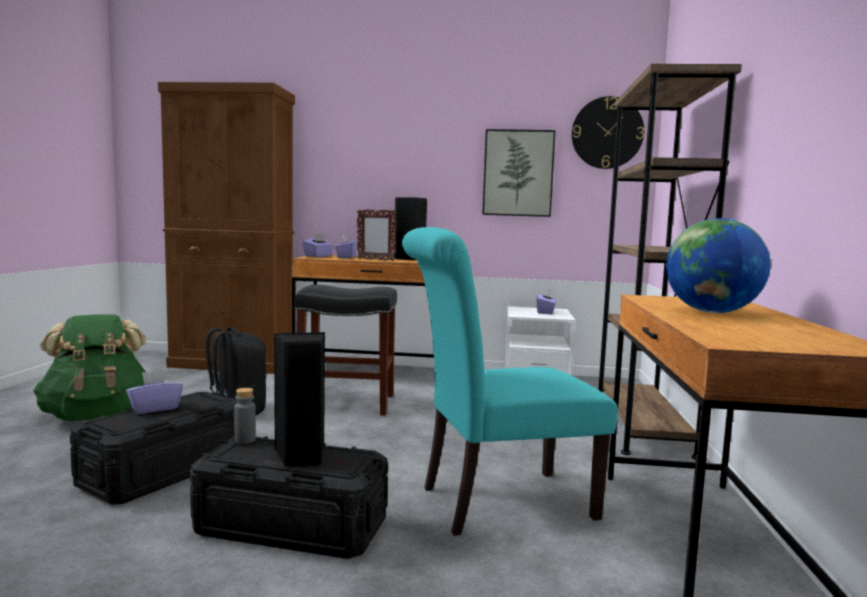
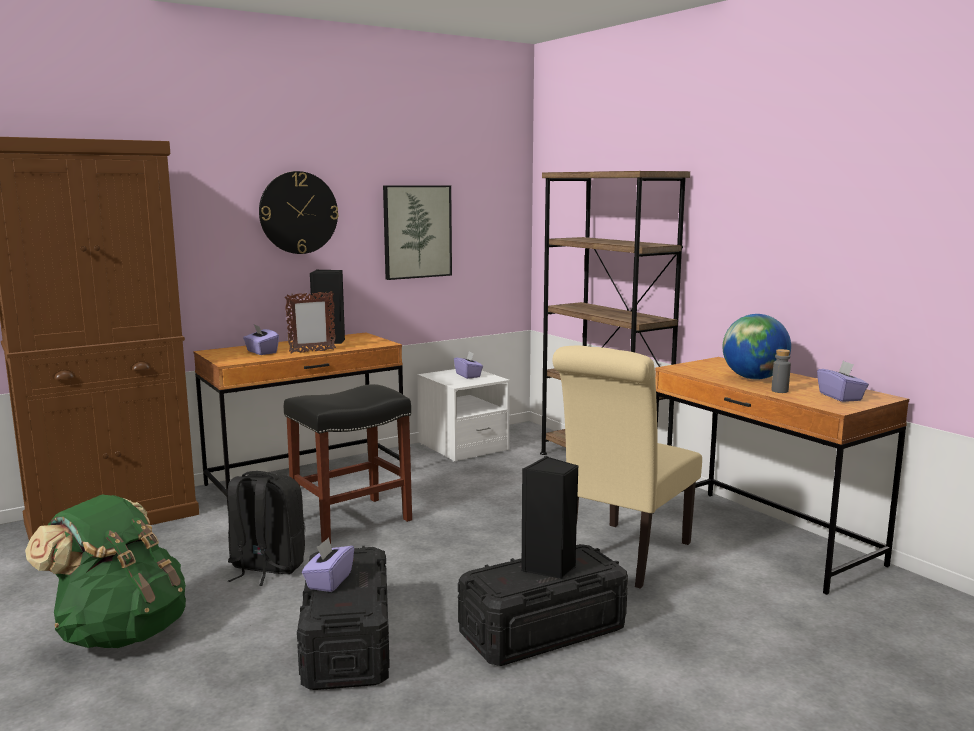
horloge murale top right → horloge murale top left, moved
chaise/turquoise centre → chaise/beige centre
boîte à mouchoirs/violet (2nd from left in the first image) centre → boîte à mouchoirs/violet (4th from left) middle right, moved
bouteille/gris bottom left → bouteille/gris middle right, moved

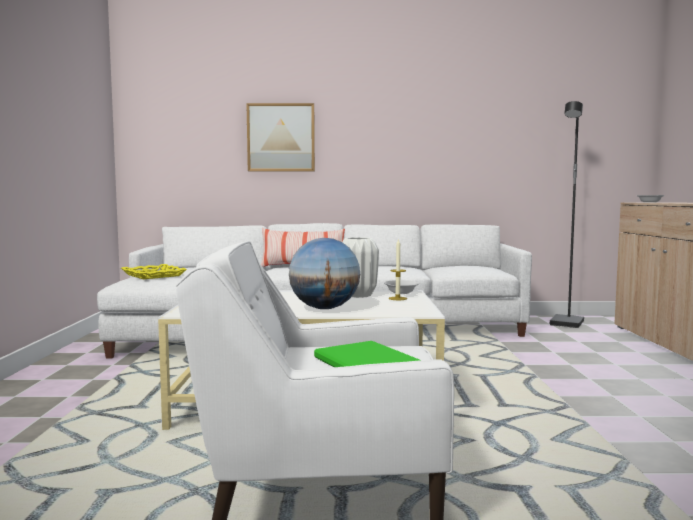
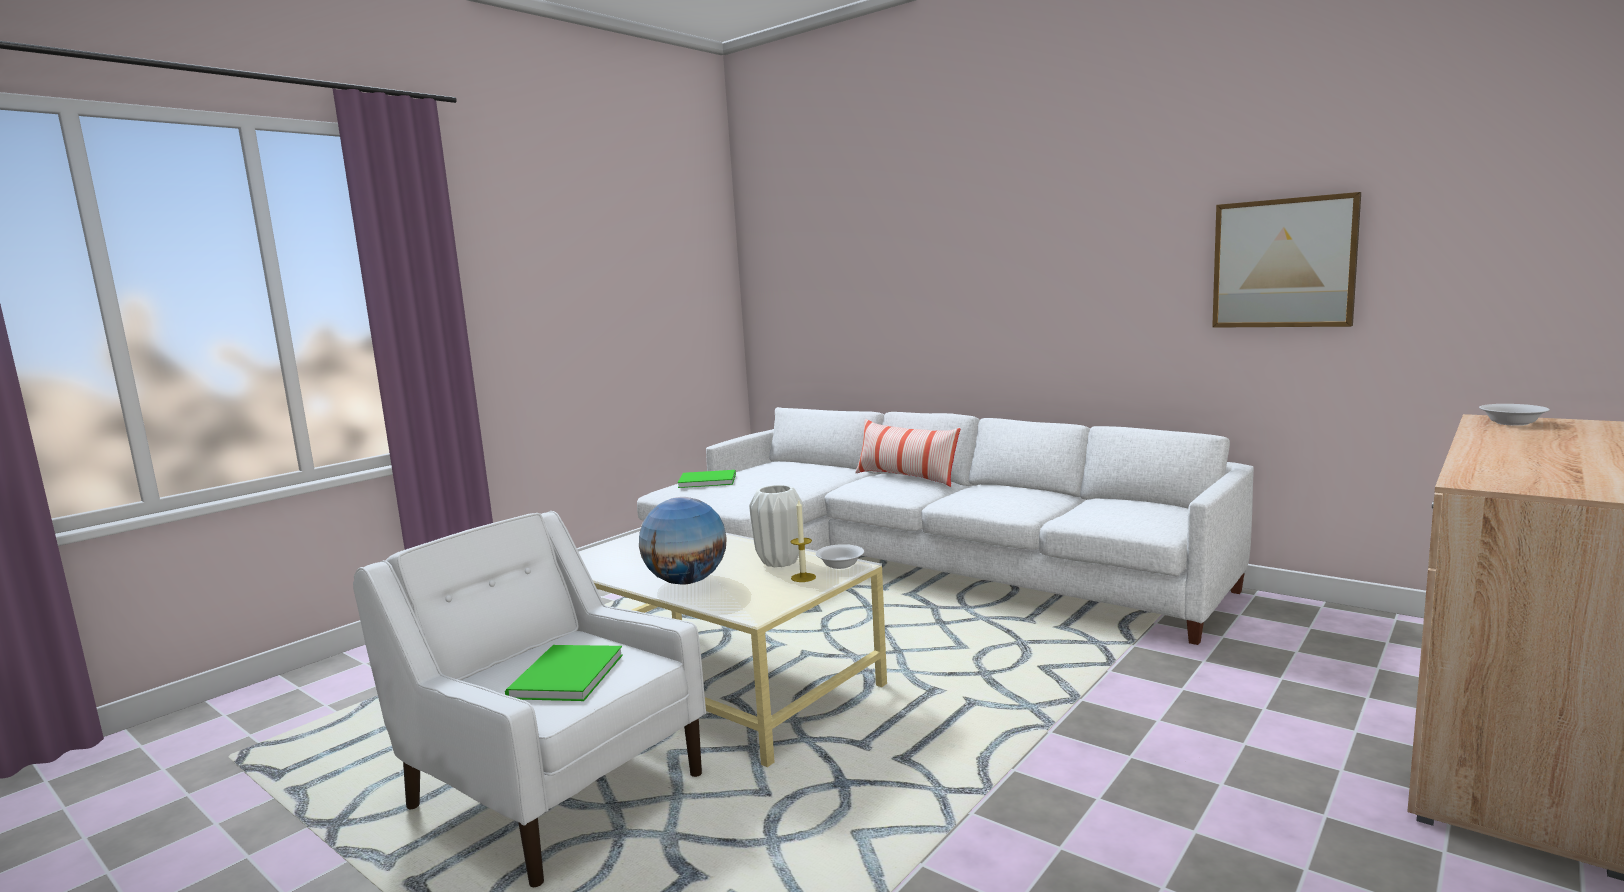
lampadaire/noir middle right → -
tableau top centre → tableau top right, moved
plateau/jaune middle left → livre/vert (2nd from left) centre

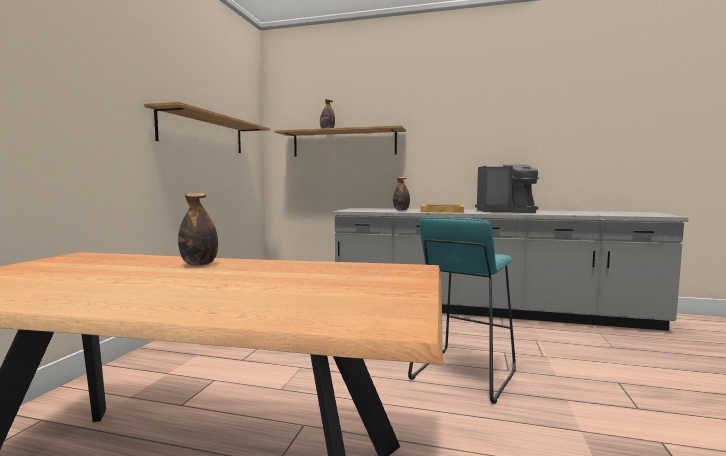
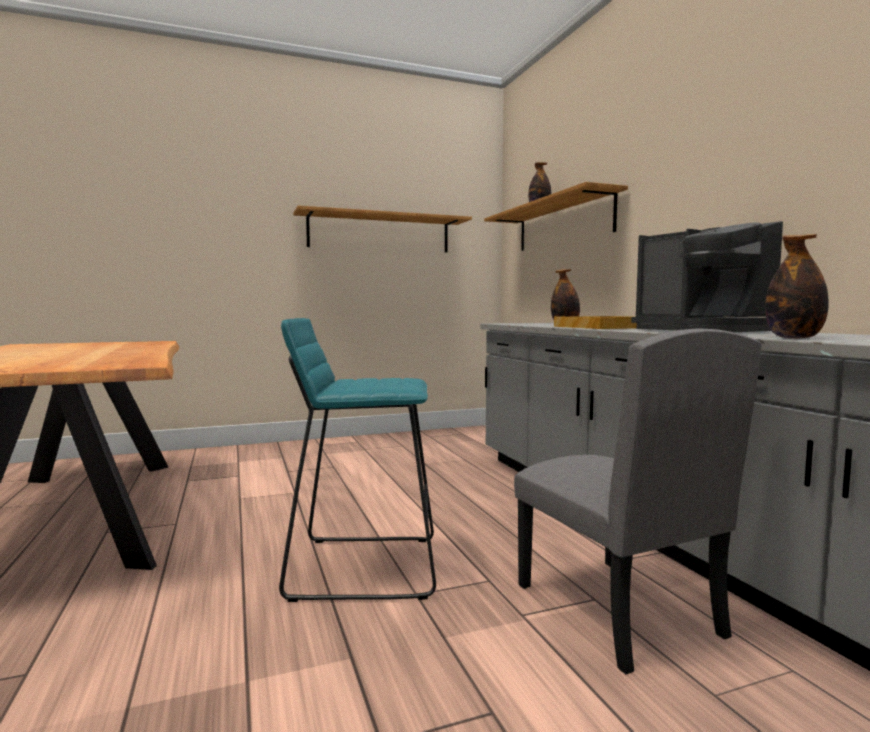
bouteille (1st from left in the first image) middle left → bouteille (3rd from left) middle right, moved
- → chaise/gris bottom right

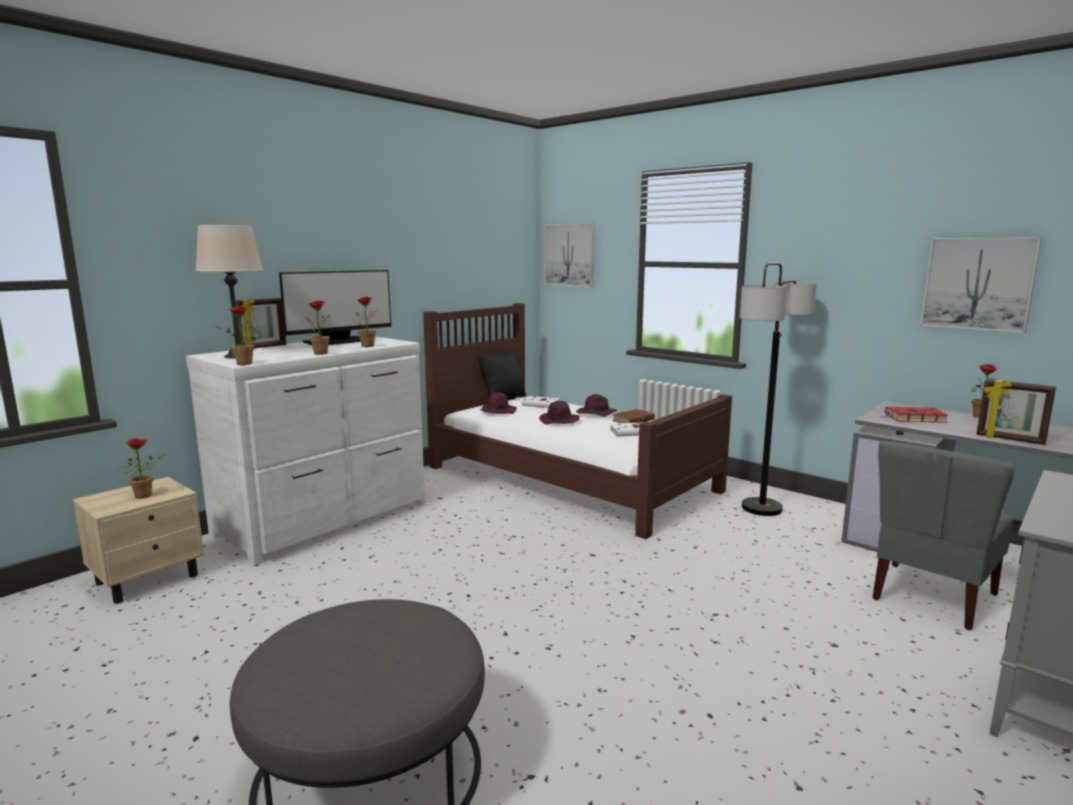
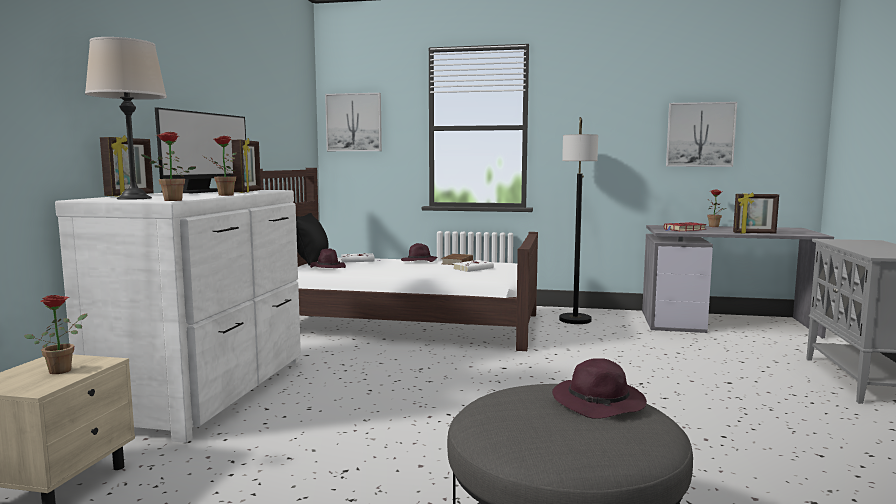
plante en pot (4th from left) centre → cadre photo (2nd from left) top left
chapeau/violet (2nd from left in the first image) centre → chapeau/violet (3rd from left) bottom right, moved
chaise/gris middle right → -

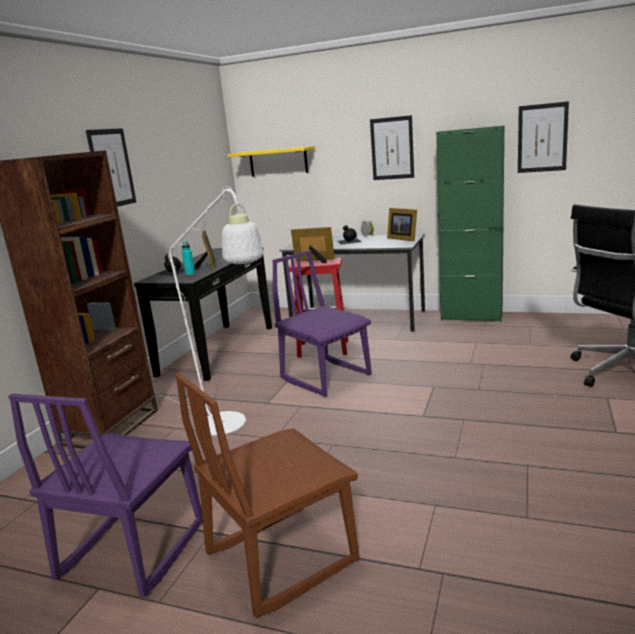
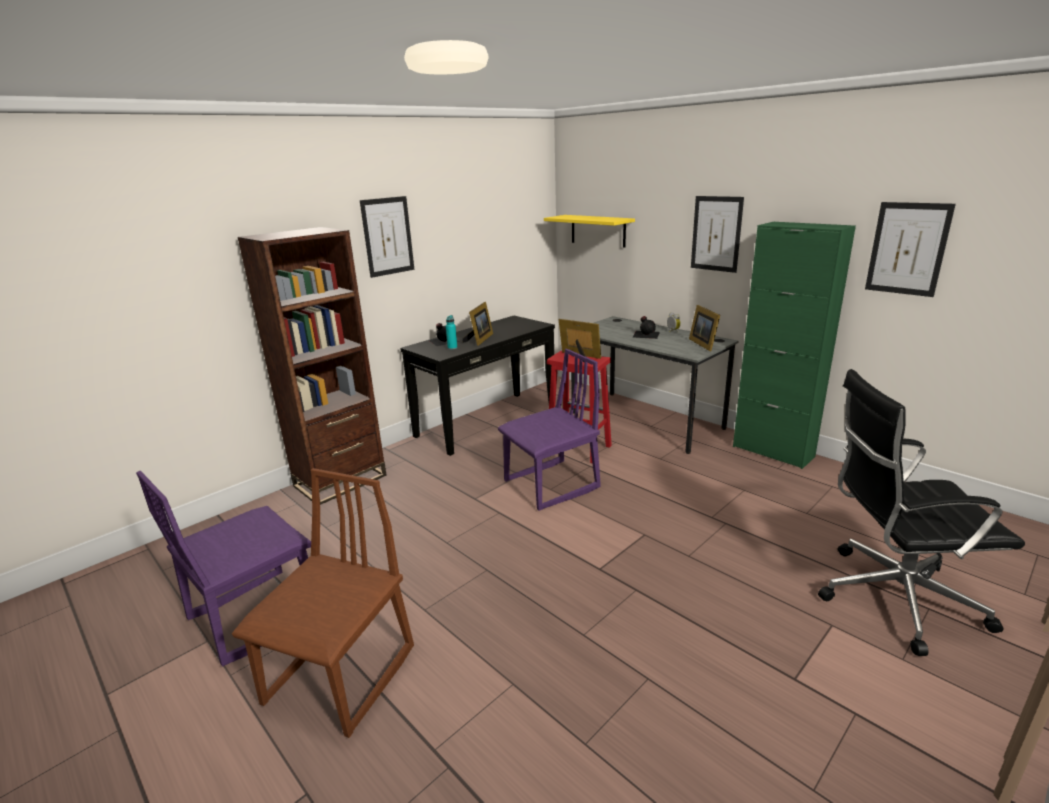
lampadaire/blanc middle left → -
chaise/violet (2nd from left) centre, 75 degrees clockwise
chaise/marron bottom centre → chaise/marron bottom left, 120 degrees clockwise

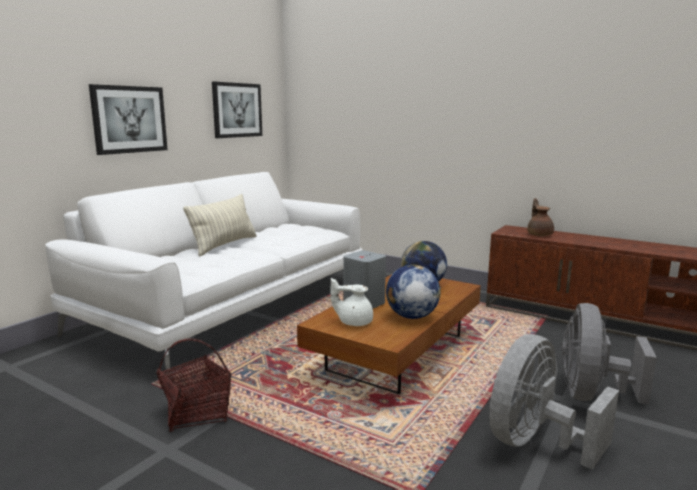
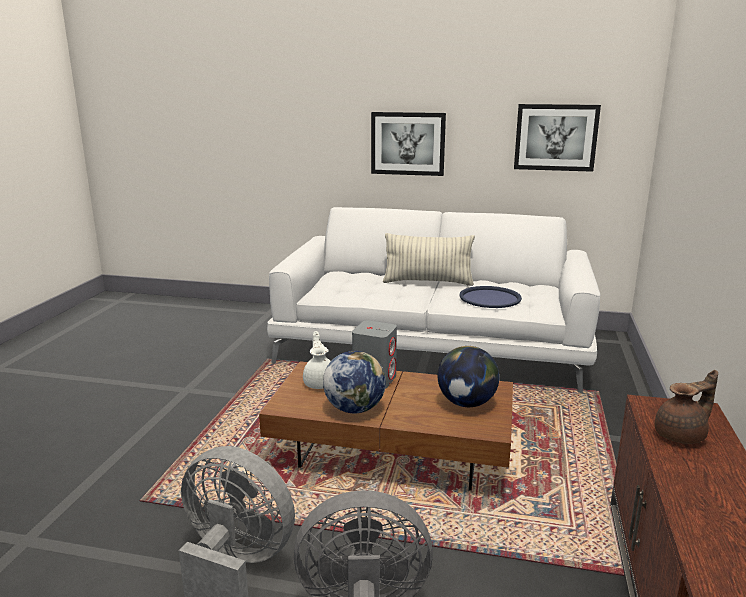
panier bottom left → -
- → plateau/bleu centre

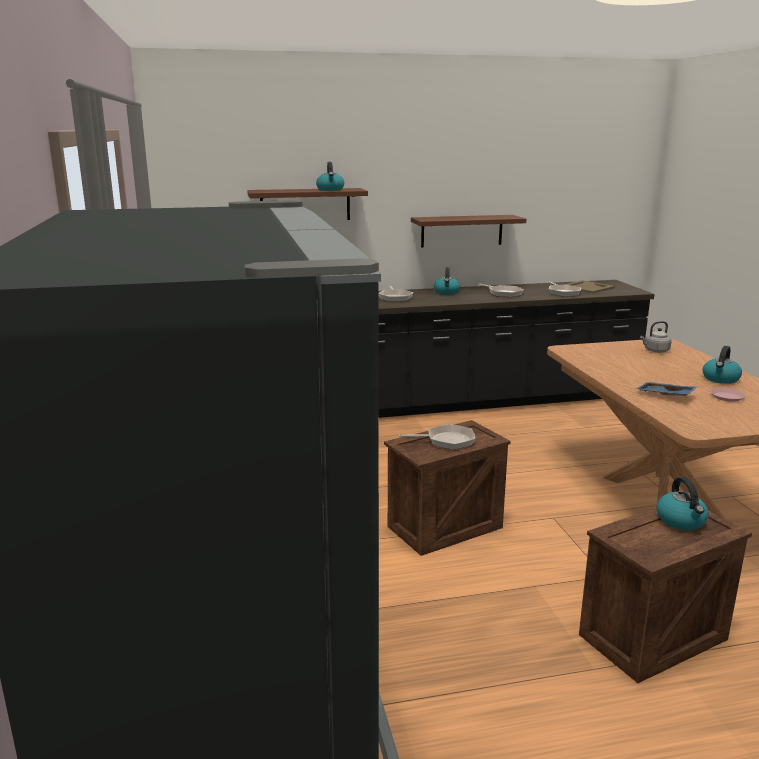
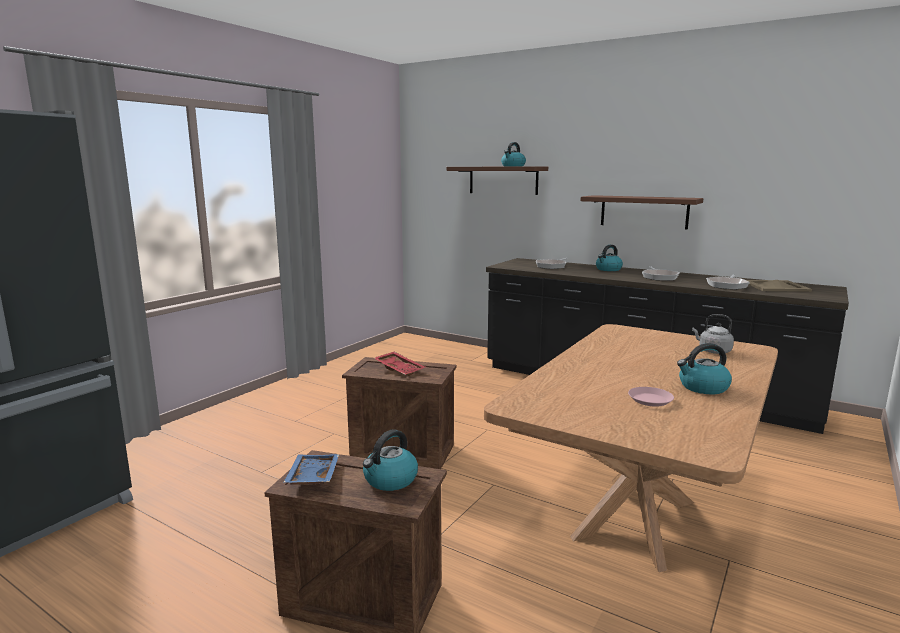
plateau/bleu middle right → plateau/bleu bottom centre, moved
poêle (2nd from left) centre → plateau/rouge centre

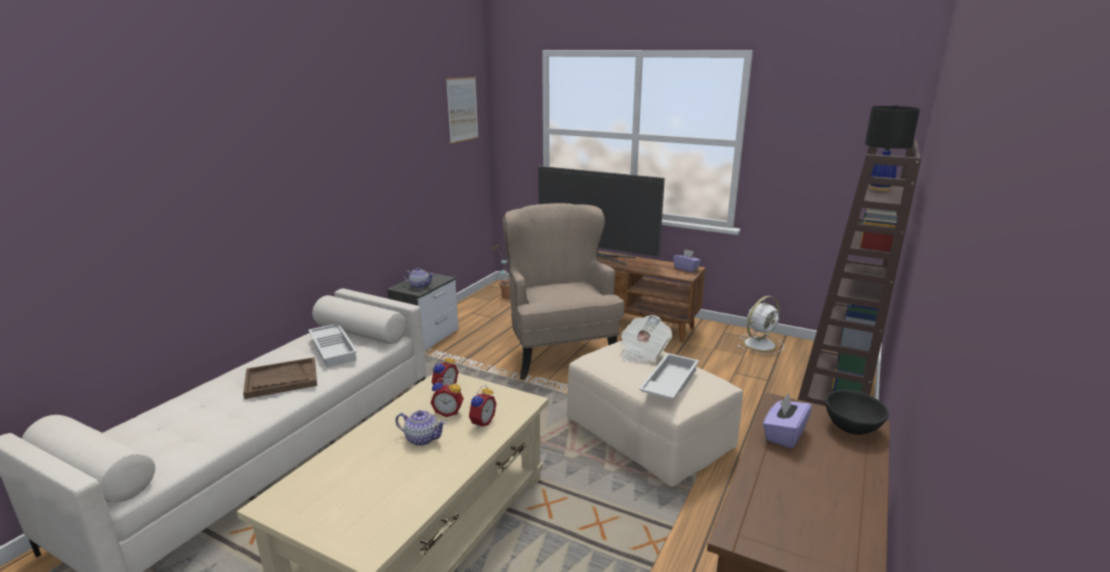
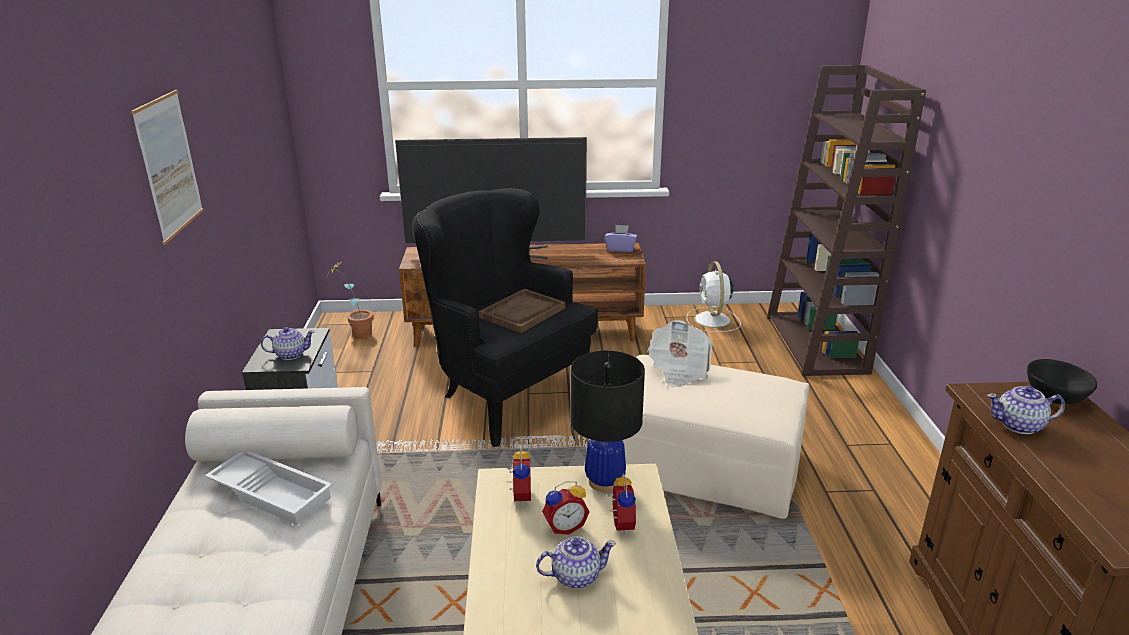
tableau top centre → tableau top left, moved
lampe de table/noir top right → lampe de table/noir centre, moved
fauteuil/beige centre → fauteuil/noir centre
ventilateur/blanc middle right → ventilateur/blanc centre, 150 degrees clockwise
plateau/blanc (2nd from left) centre → -
plateau/marron middle left → plateau/marron centre, moved
boîte à mouchoirs/violet (2nd from left) bottom right → théière (3rd from left) middle right

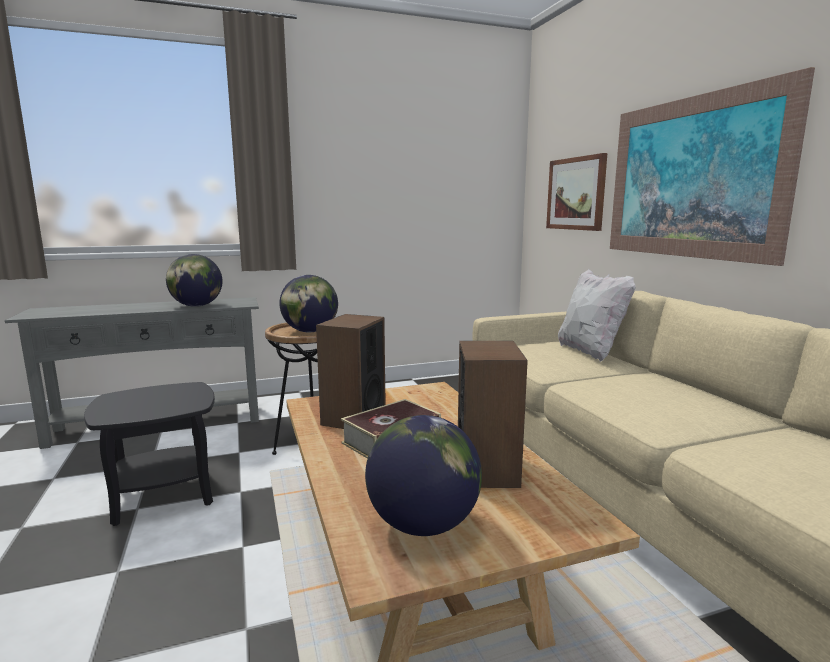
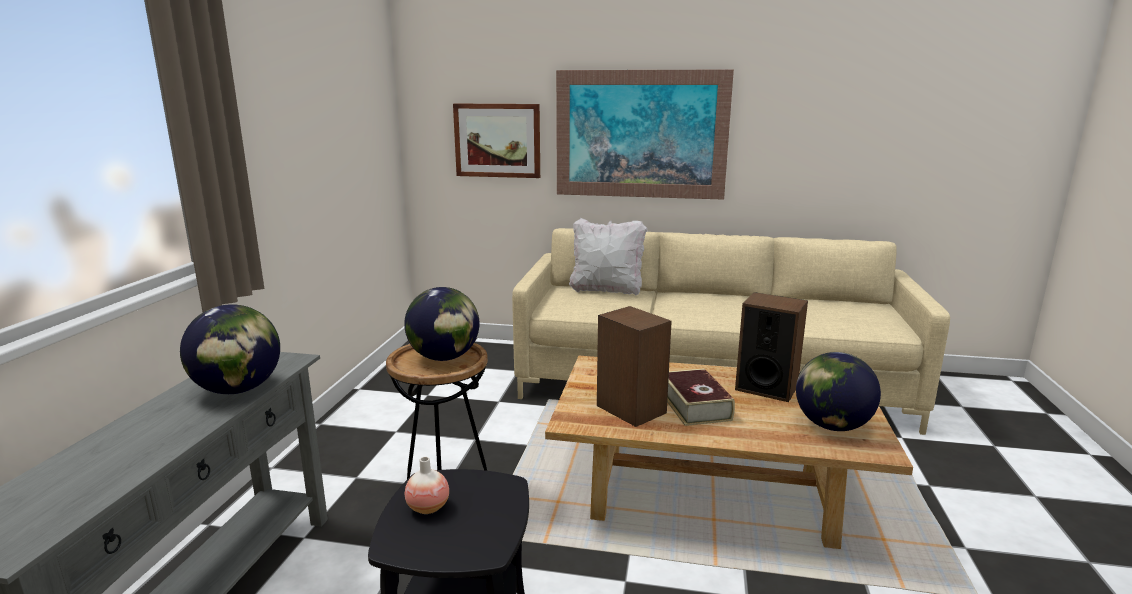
- → vase bottom centre

